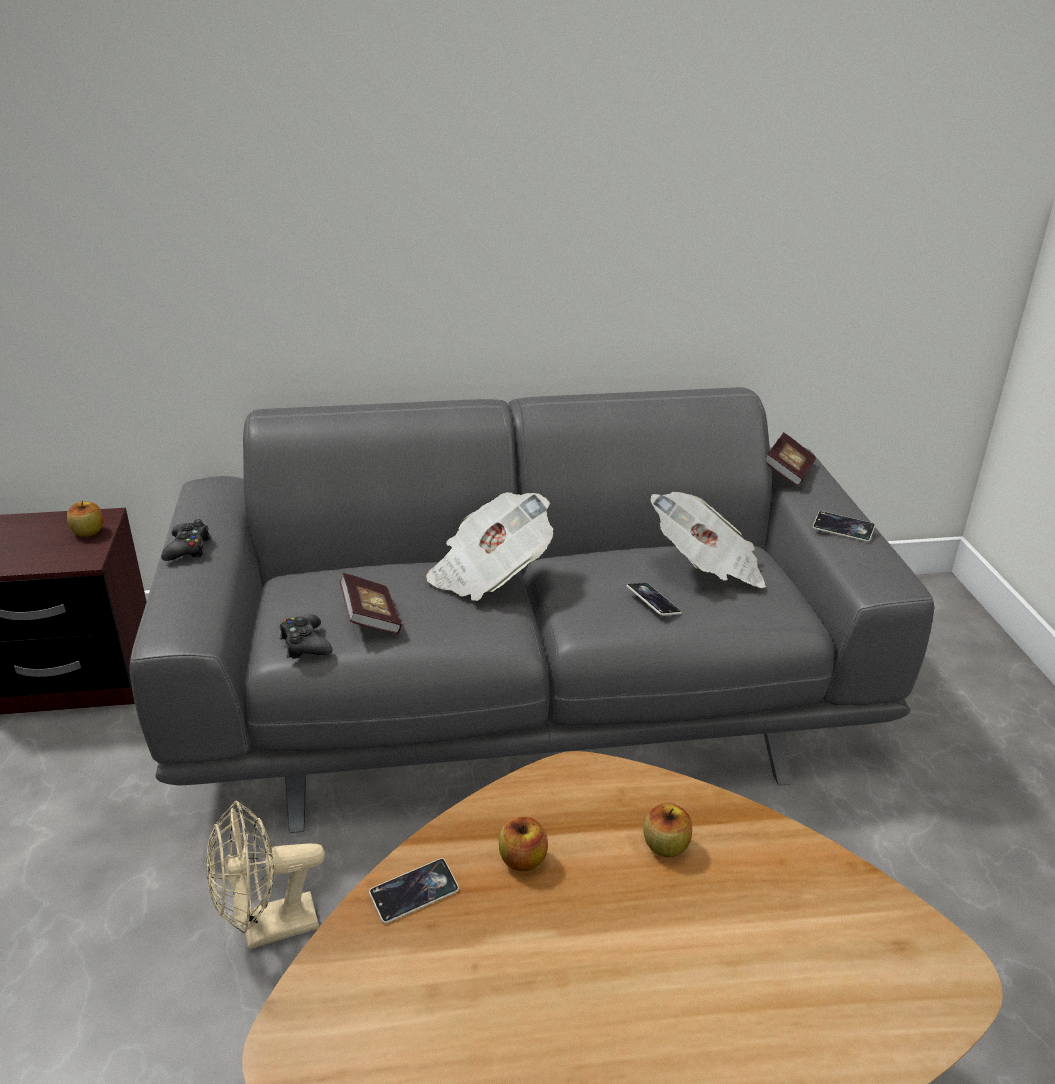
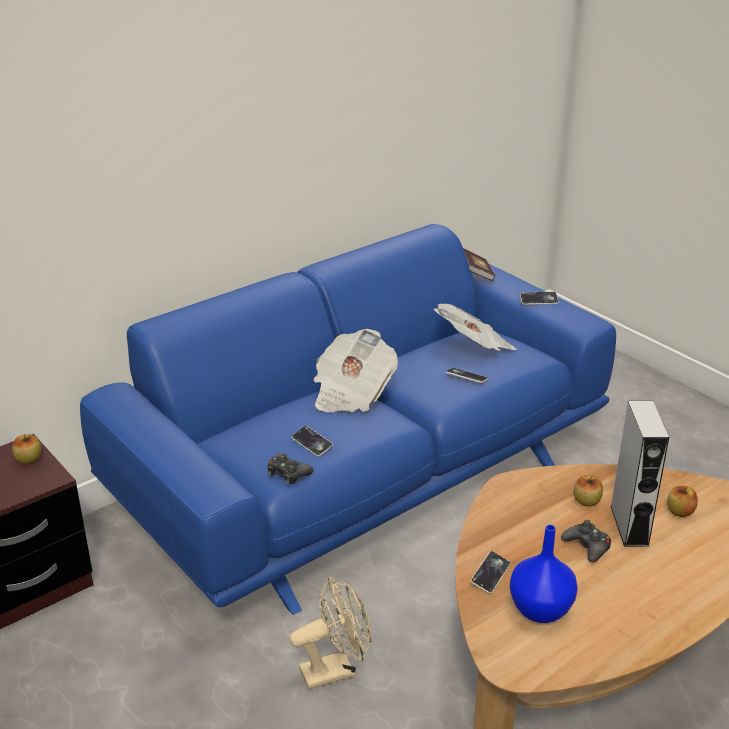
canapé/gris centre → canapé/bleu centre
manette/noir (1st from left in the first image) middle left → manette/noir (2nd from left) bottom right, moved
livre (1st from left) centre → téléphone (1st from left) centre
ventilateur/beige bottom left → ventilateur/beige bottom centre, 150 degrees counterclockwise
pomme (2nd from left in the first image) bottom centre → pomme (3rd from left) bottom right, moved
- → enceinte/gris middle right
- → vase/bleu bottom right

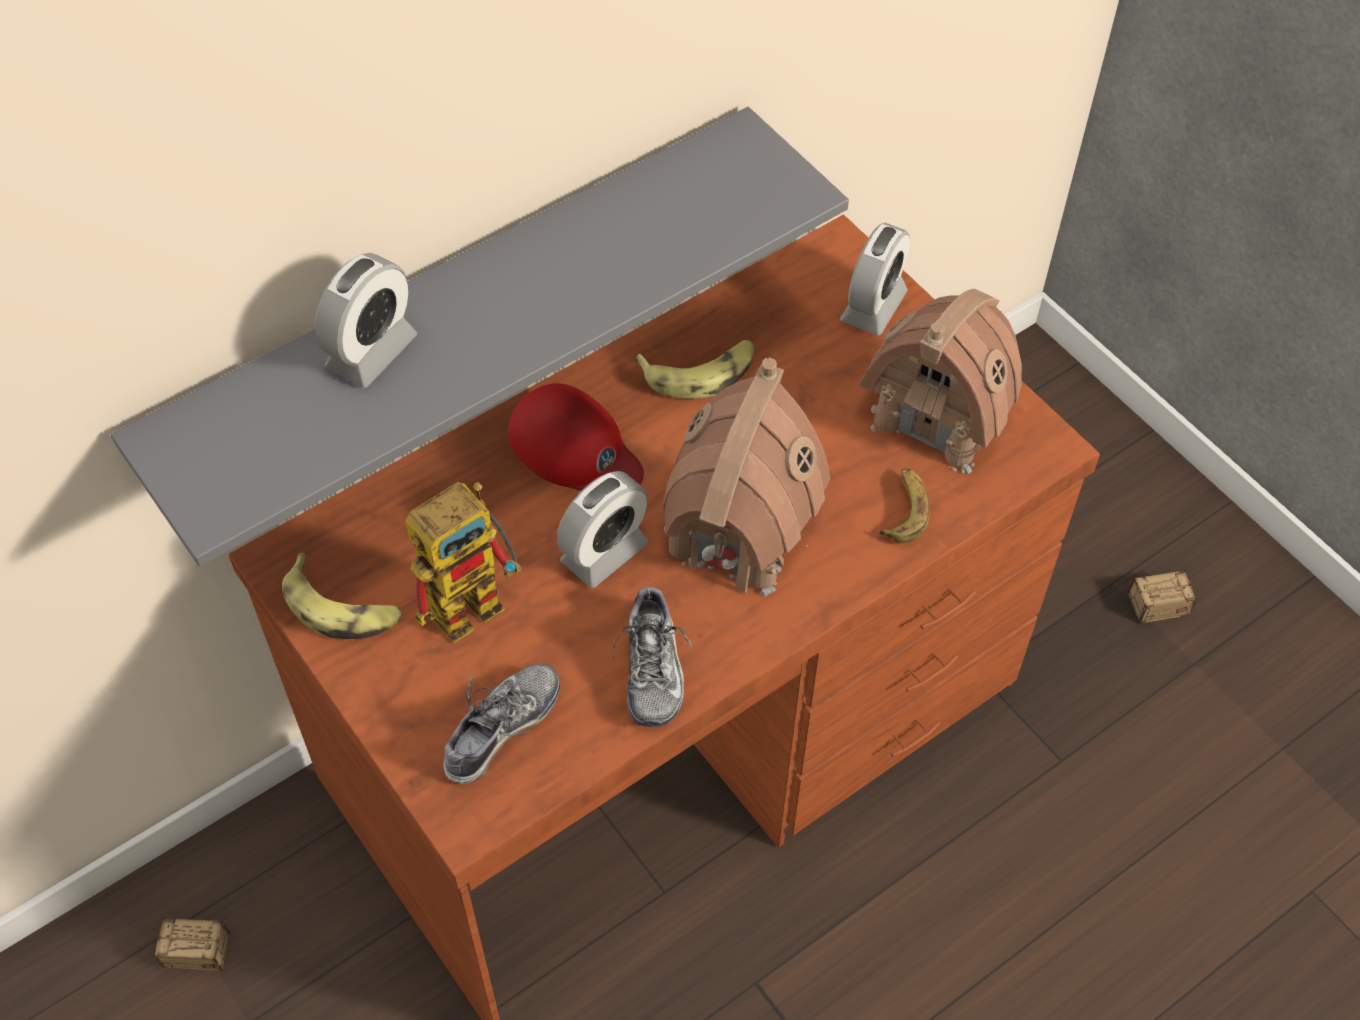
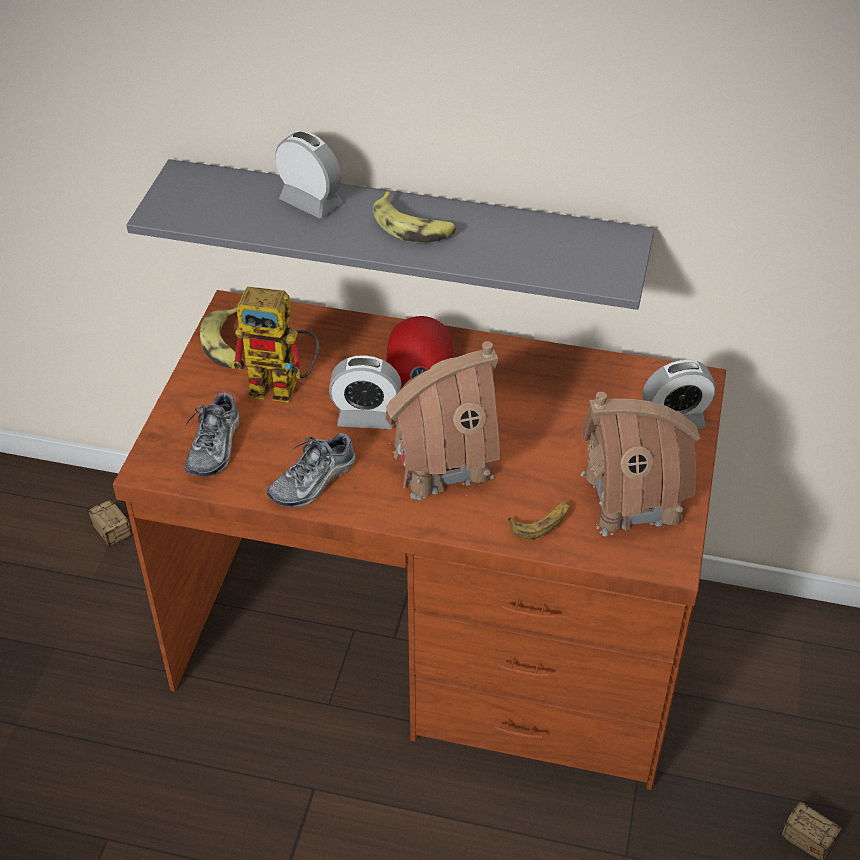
réveil (1st from left) top left → réveil (1st from left) top centre, 135 degrees counterclockwise
banane (2nd from left) centre → banane (2nd from left) top centre, moved
chaussure (1st from left) bottom centre → chaussure (1st from left) middle left, 105 degrees clockwise

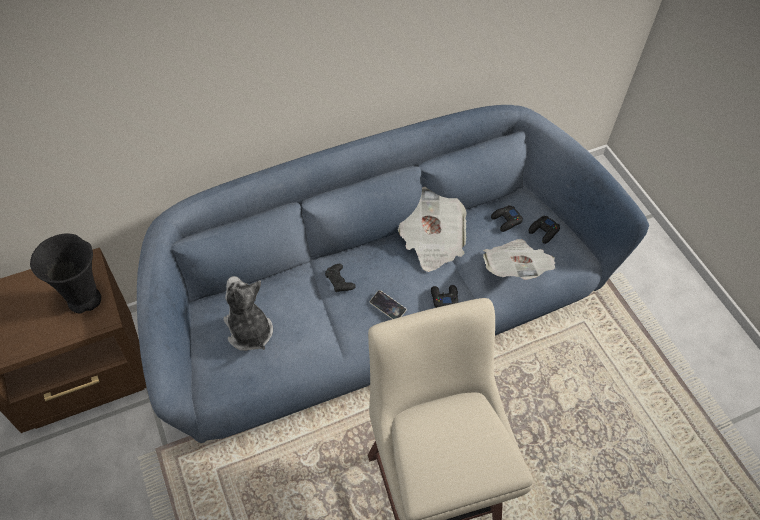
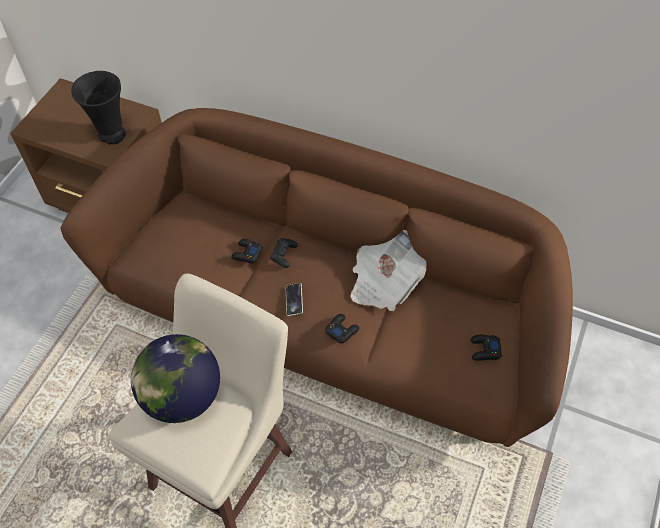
canapé/bleu centre → canapé/marron centre
manette/noir (3rd from left in the first image) middle right → manette/noir (1st from left) centre, moved
journal (2nd from left) middle right → -
peluche middle left → -
- → globe bottom left

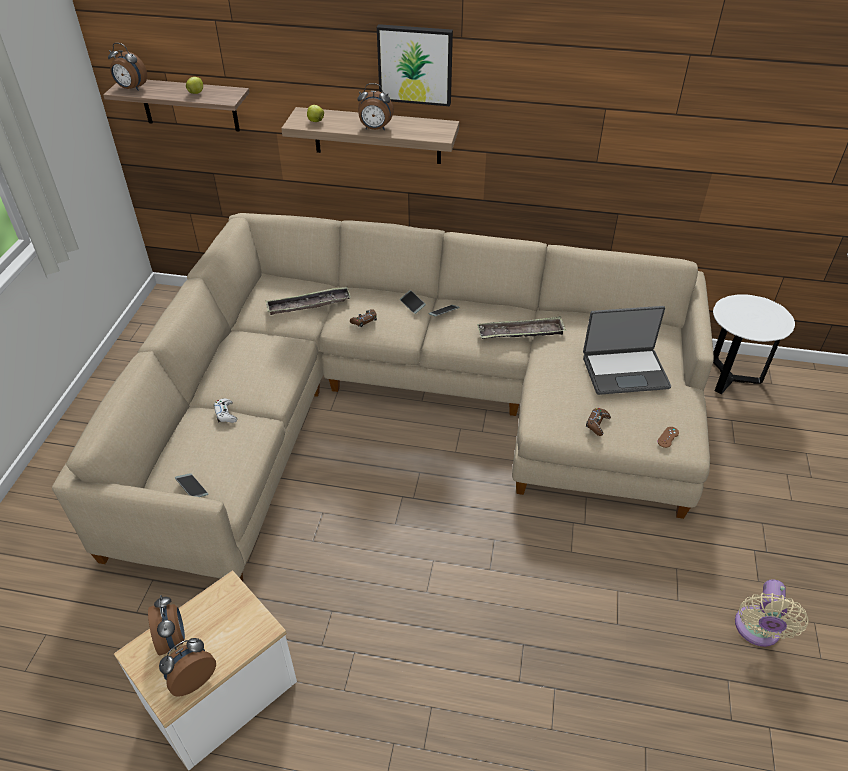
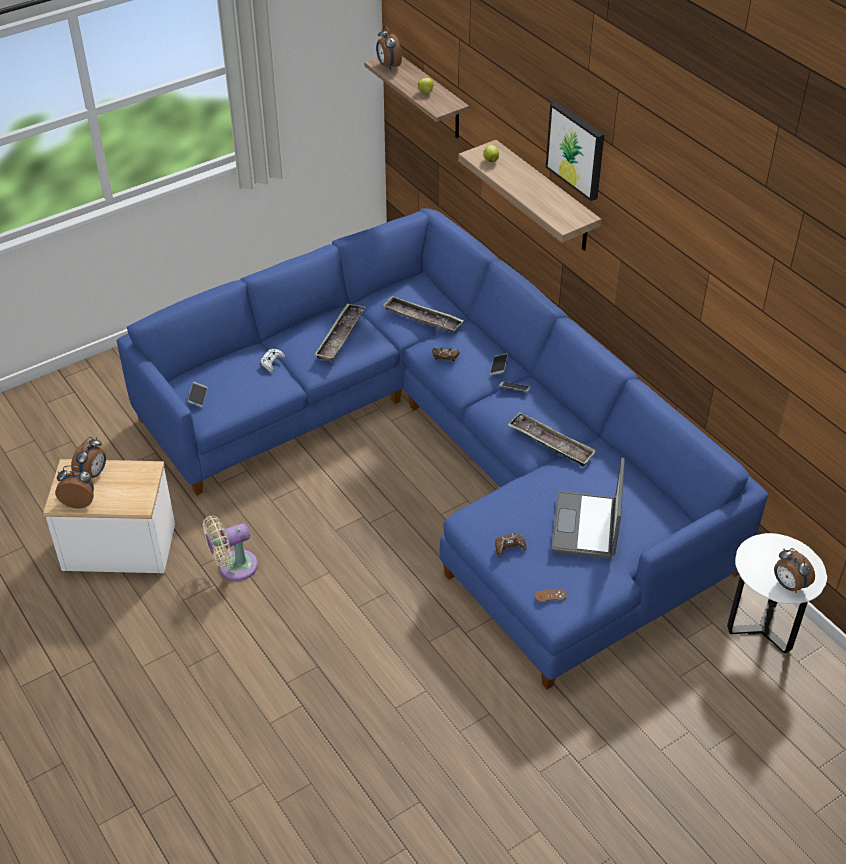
réveil (4th from left) top centre → réveil (4th from left) middle right, moved
canapé/beige centre → canapé/bleu centre
ordinateur portable middle right, 60 degrees clockwise
ventilateur/beige bottom right → ventilateur/beige middle left, moved
- → plateau (1st from left) centre

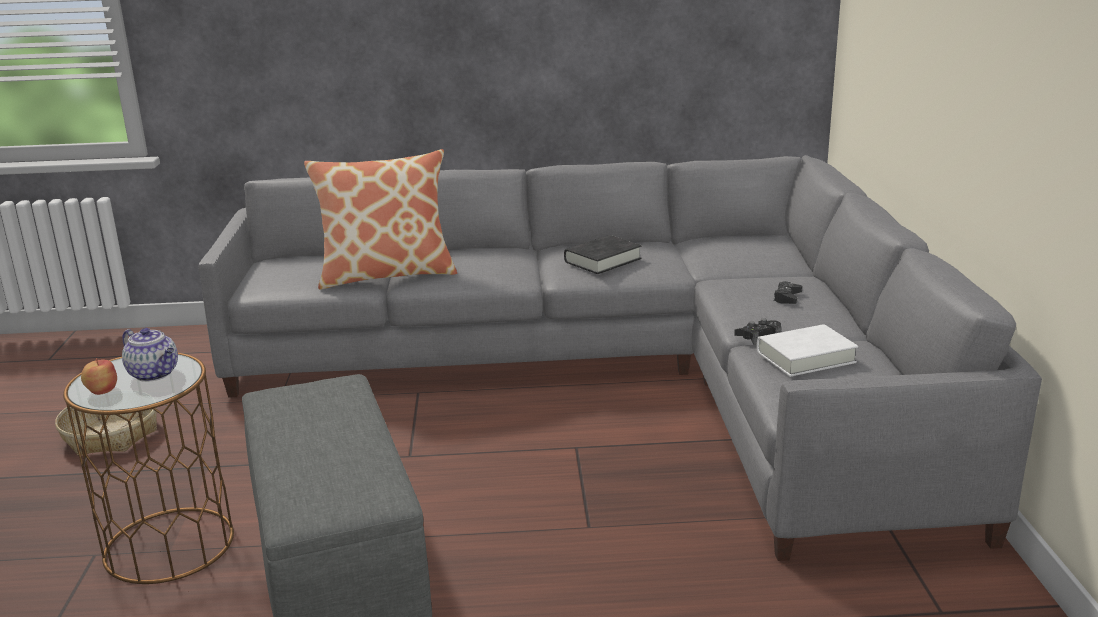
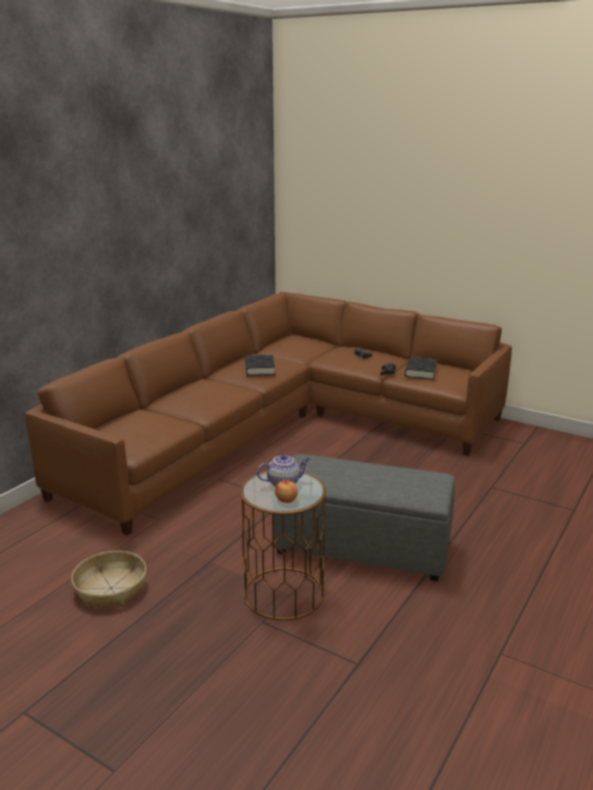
coussin centre → -
canapé/gris centre → canapé/marron centre
livre/blanc middle right → livre/noir (2nd from left) middle right

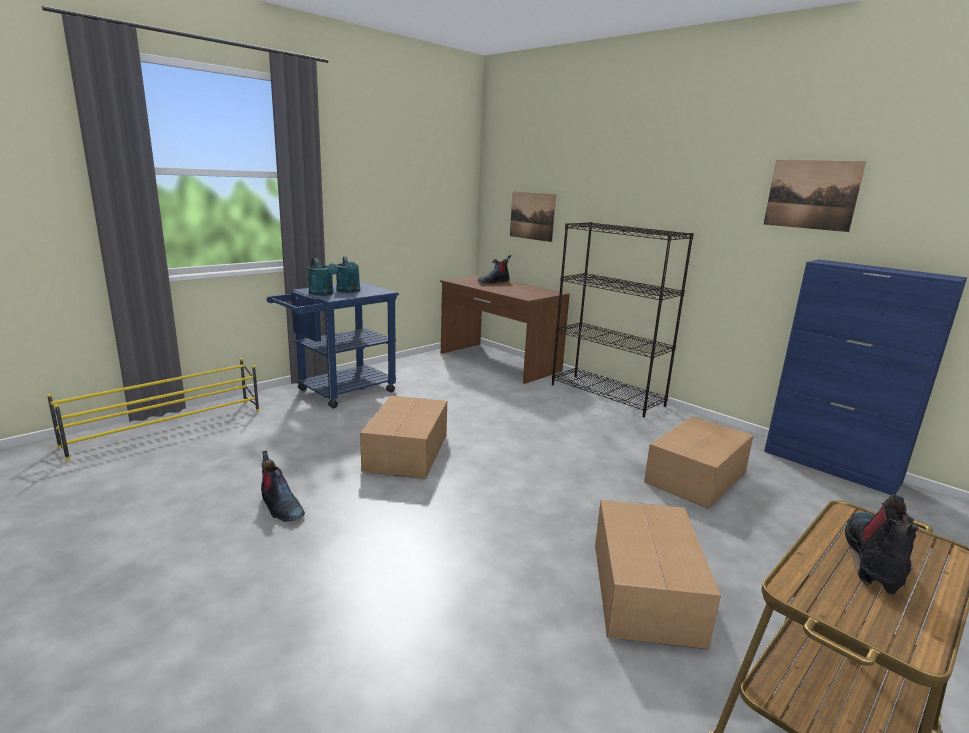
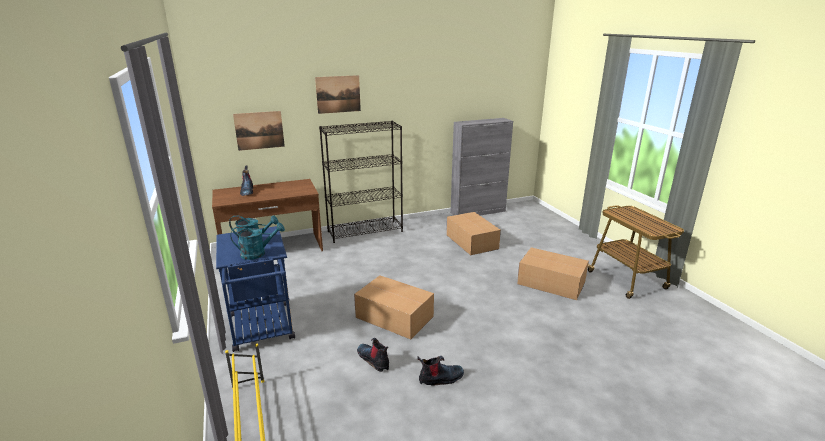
tableau (2nd from left) top right → tableau (2nd from left) top centre, moved
meuble de rangement/bleu middle right → meuble de rangement/gris centre
botte (3rd from left in the first image) bottom right → botte (2nd from left) bottom centre, moved

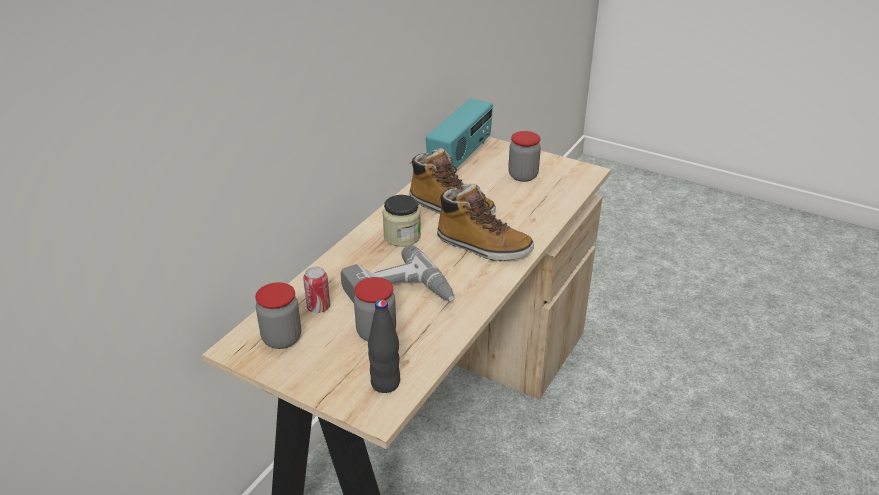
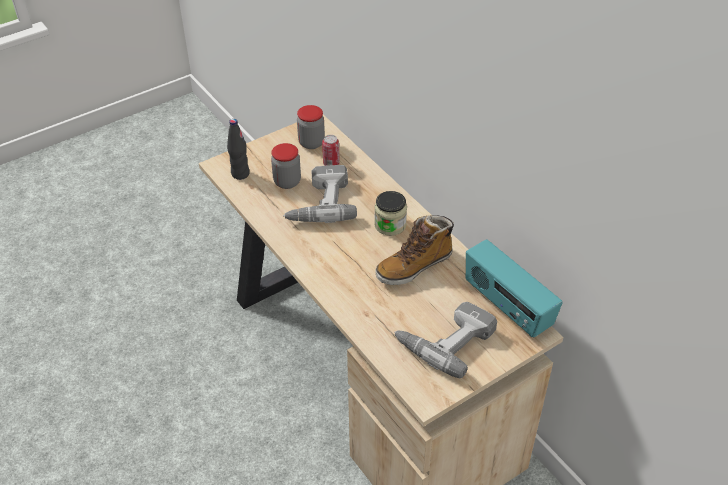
bocal (4th from left) top centre → perceuse (2nd from left) bottom centre
botte (2nd from left) centre → -

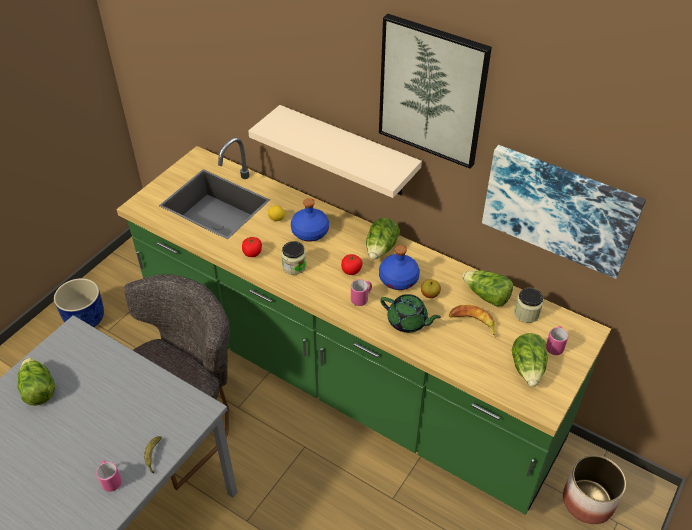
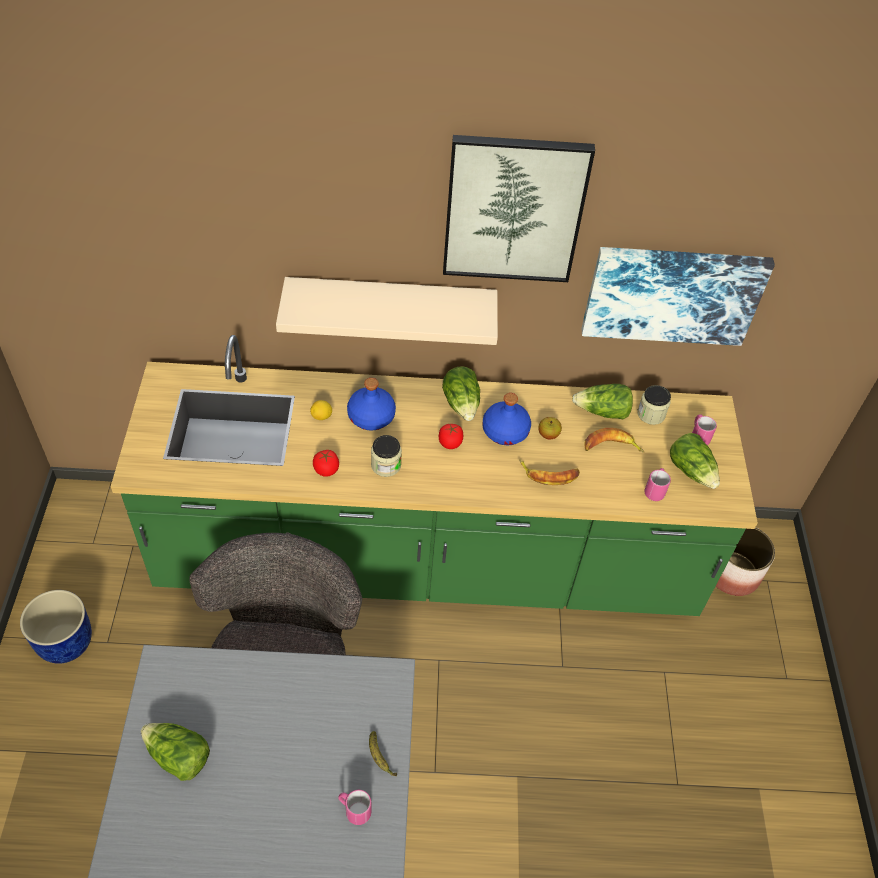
mug/rose (2nd from left) centre → mug/rose (2nd from left) middle right, moved
théière/vert centre → banane (2nd from left) centre

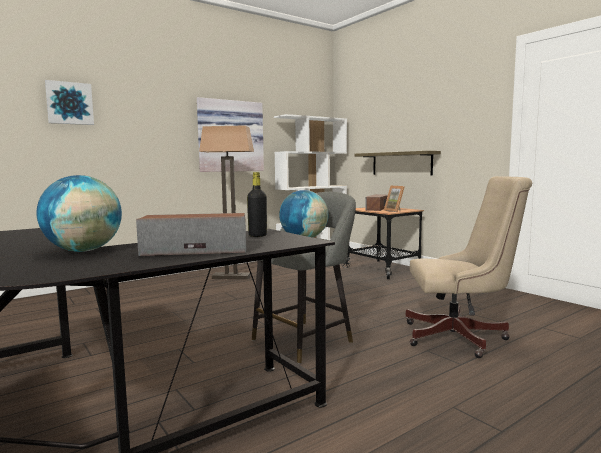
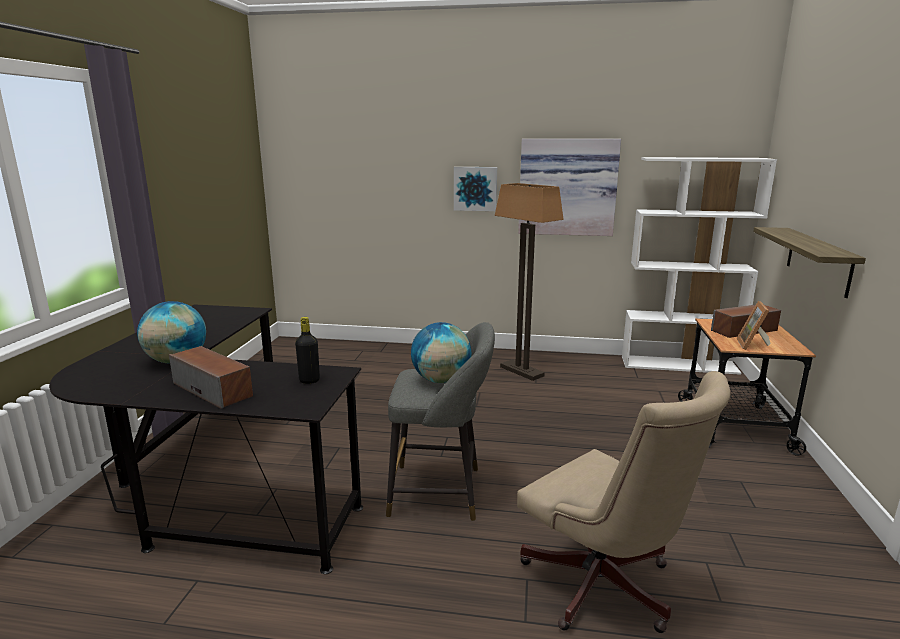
tableau (1st from left) top left → tableau (1st from left) top centre, moved

